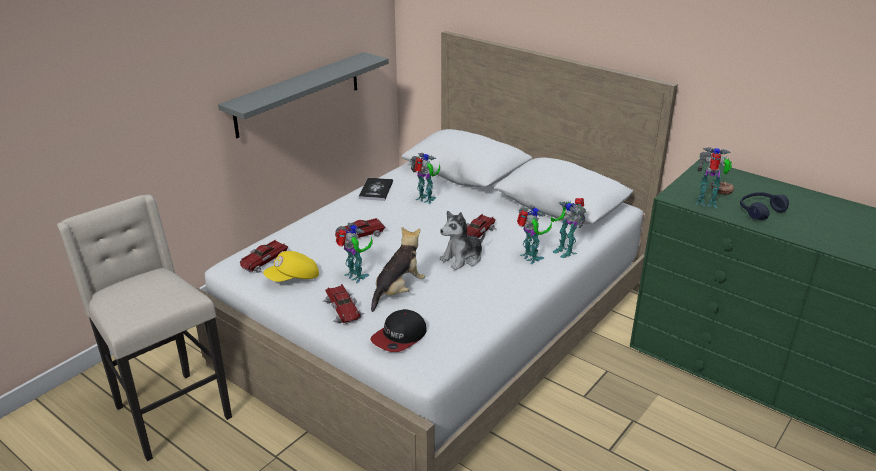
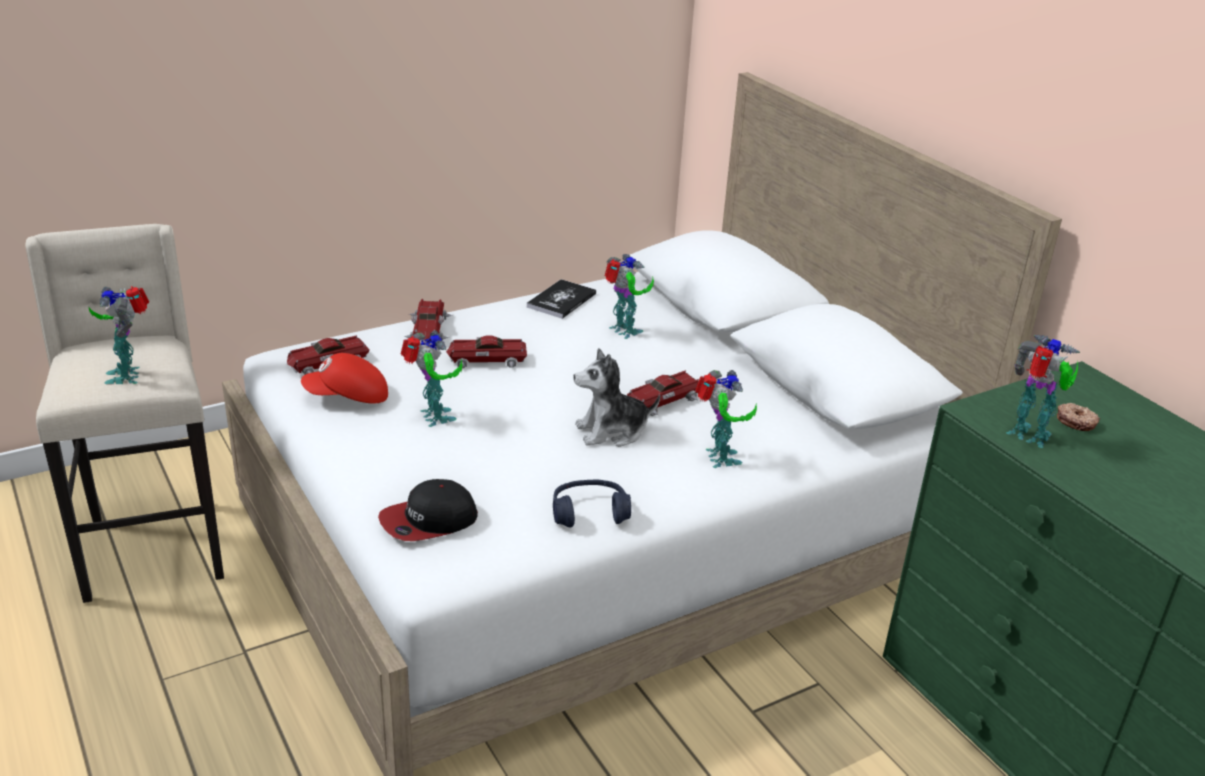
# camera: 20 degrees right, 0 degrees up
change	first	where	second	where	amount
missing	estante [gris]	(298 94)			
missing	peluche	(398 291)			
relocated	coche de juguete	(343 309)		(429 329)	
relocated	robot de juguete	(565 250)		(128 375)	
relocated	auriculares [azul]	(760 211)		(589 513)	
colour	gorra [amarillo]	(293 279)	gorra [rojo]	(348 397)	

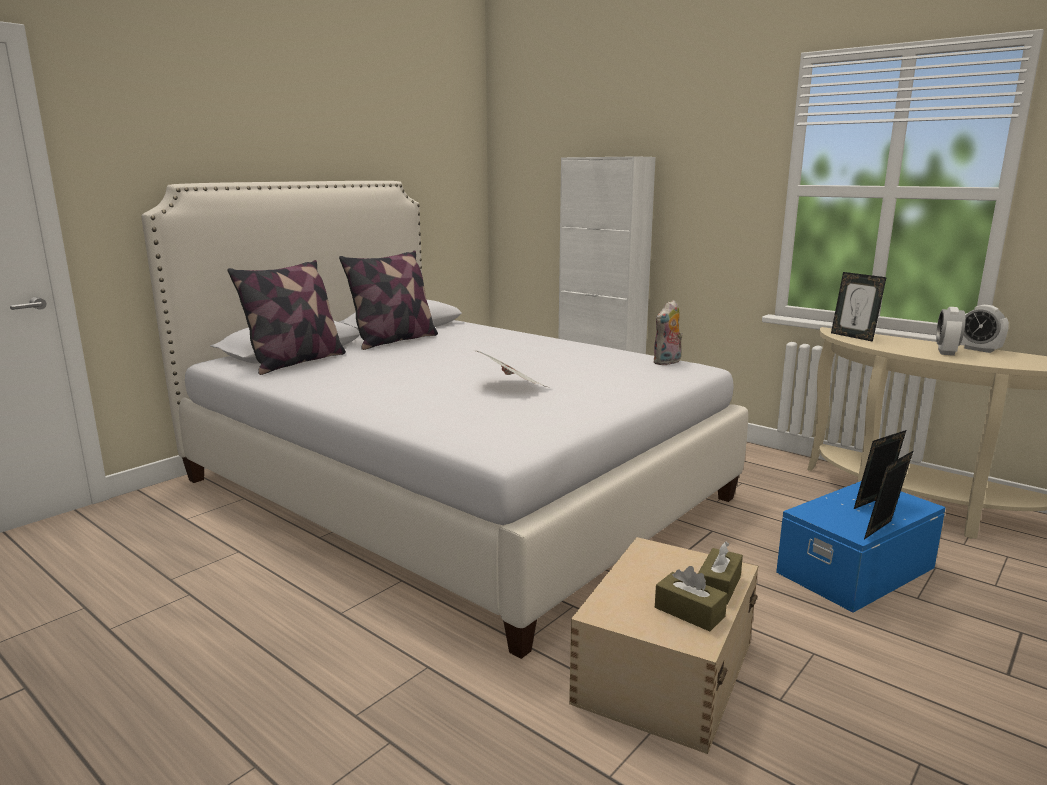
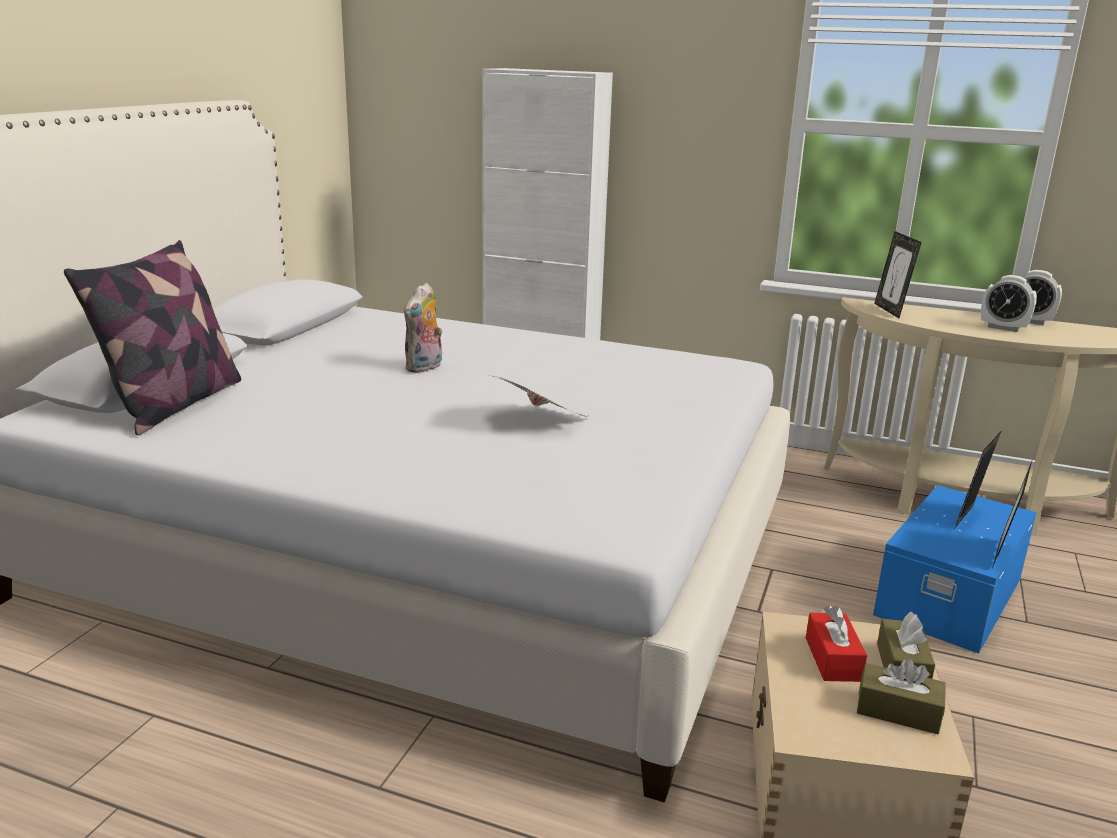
# camera: 20 degrees left, 5 degrees up
change	first	where	second	where	amount
missing	cojín	(394 340)			
appeared			caja de pañuelos [rojo]	(833 659)	
relocated	peluche	(667 362)		(425 367)	
spun	portarretratos	(853 336)		(890 310)	45 degrees clockwise
spun	despertador	(946 352)		(1003 328)	60 degrees counterclockwise

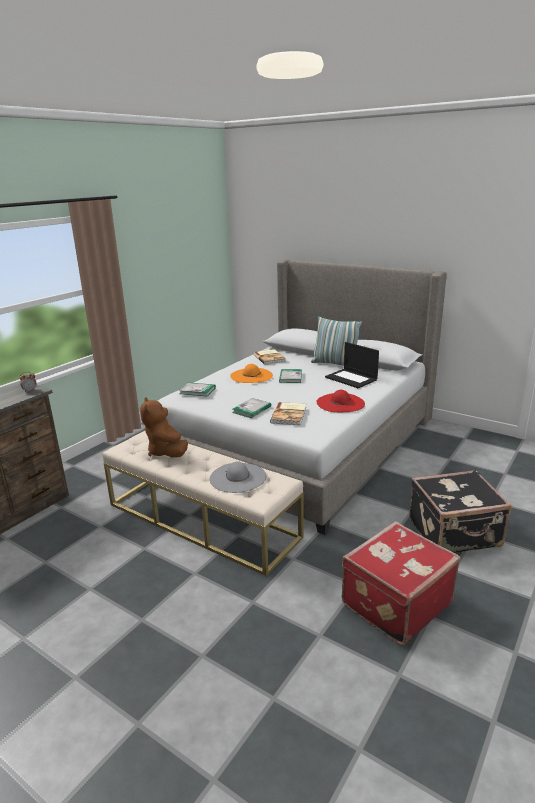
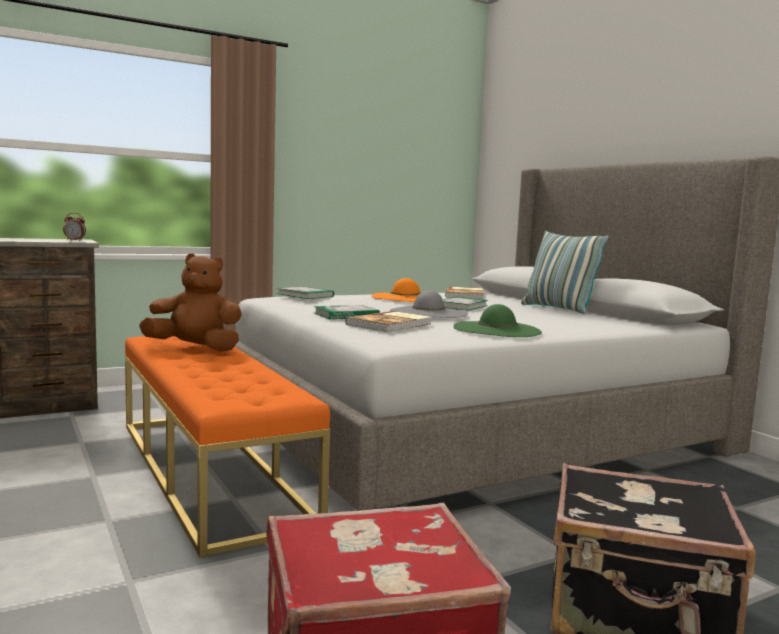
# camera: 25 degrees right, 15 degrees down
change	first	where	second	where	amount
missing	portátil	(351 378)			
relocated	sombrero [gris]	(238 477)		(428 313)	
colour	banco [beis]	(202 520)	banco [naranja]	(209 470)	
colour	sombrero [rojo]	(340 403)	sombrero [verde]	(497 329)	
spun	peluche [marrón]	(167 452)		(195 349)	90 degrees clockwise

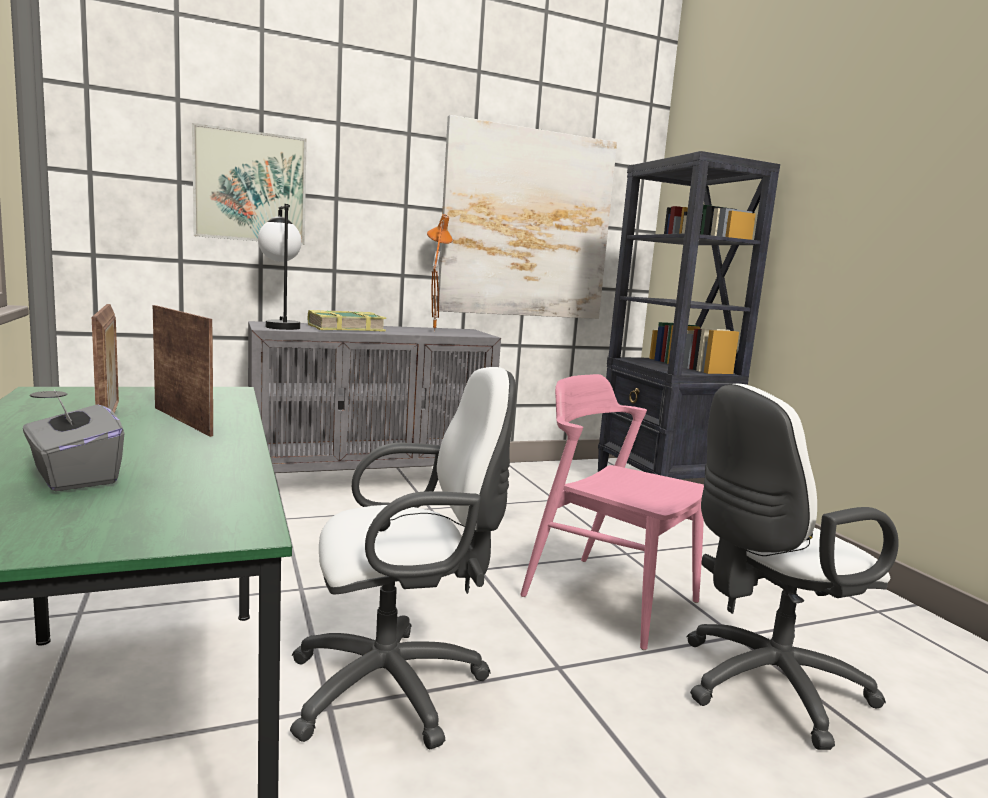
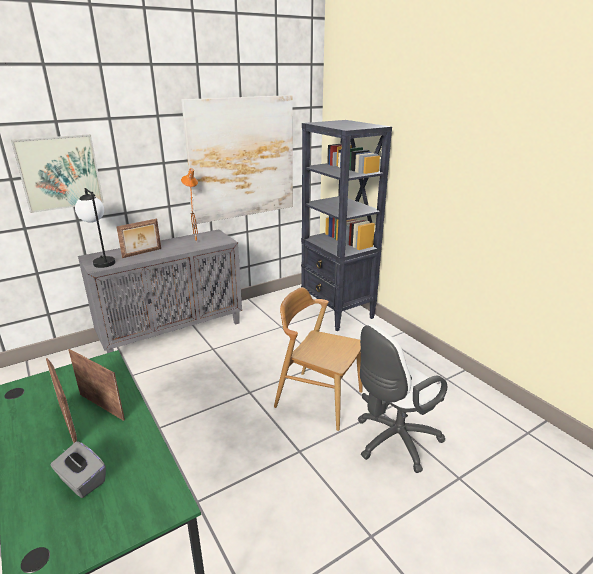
# camera: 10 degrees left, 15 degrees up
change	first	where	second	where	amount
missing	silla de oficina [blanco]	(398 686)			
exchanged	libro	(345 328)	portarretratos	(142 253)	
colour	silla [rosa]	(609 598)	silla [marrón]	(318 399)	

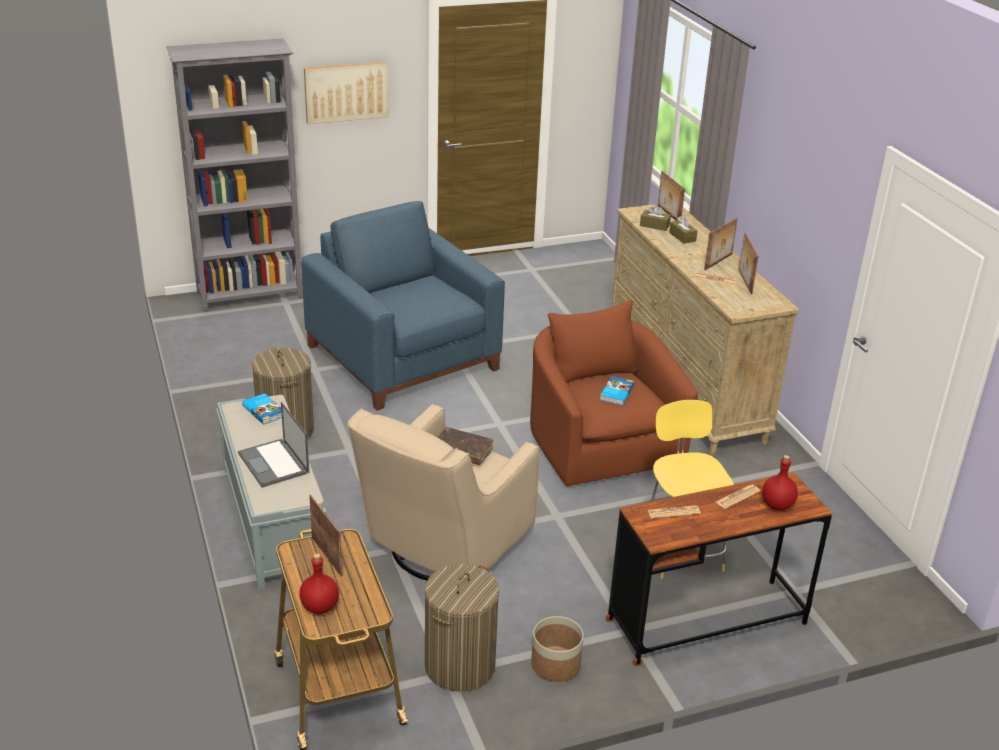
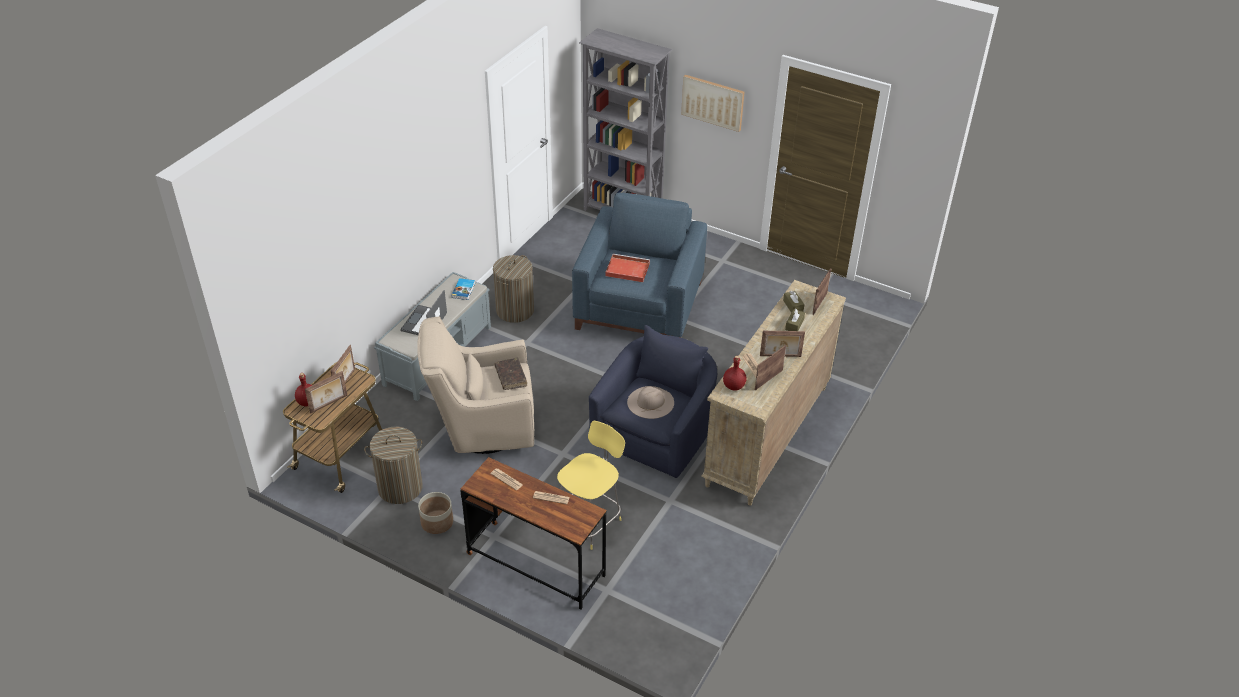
# camera: 50 degrees right, 10 degrees up
change	first	where	second	where	amount
appeared			portarretratos	(329 404)	
appeared			bandeja [rojo]	(626 270)	
relocated	botella [rojo]	(776 505)		(733 386)	
exchanged	libro	(616 393)	sombrero [beis]	(650 402)	
colour	sillón [marrón]	(600 442)	sillón [azul]	(656 431)	

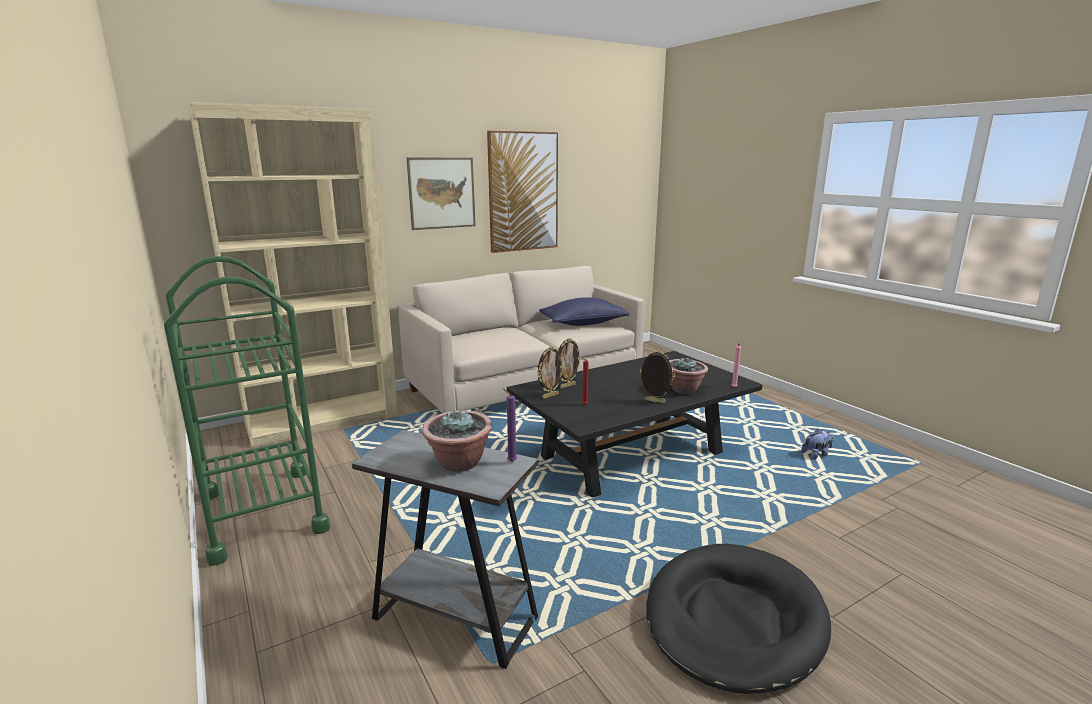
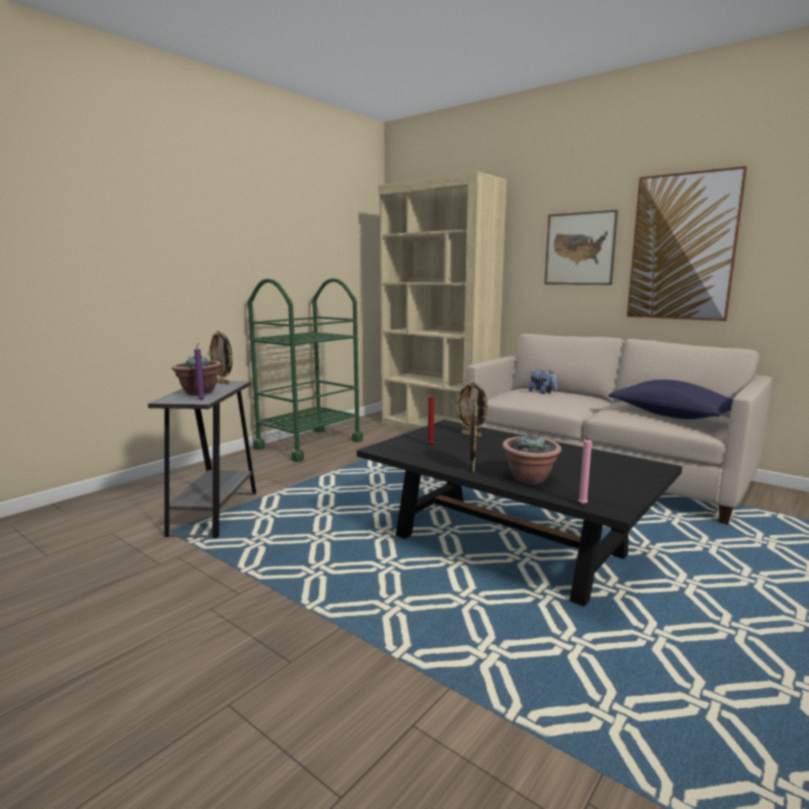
# camera: 70 degrees right, 5 degrees down
change	first	where	second	where	amount
missing	cama para perro [negro]	(733 620)			
relocated	portarretratos	(550 396)		(223 383)	
relocated	peluche	(816 455)		(542 392)	

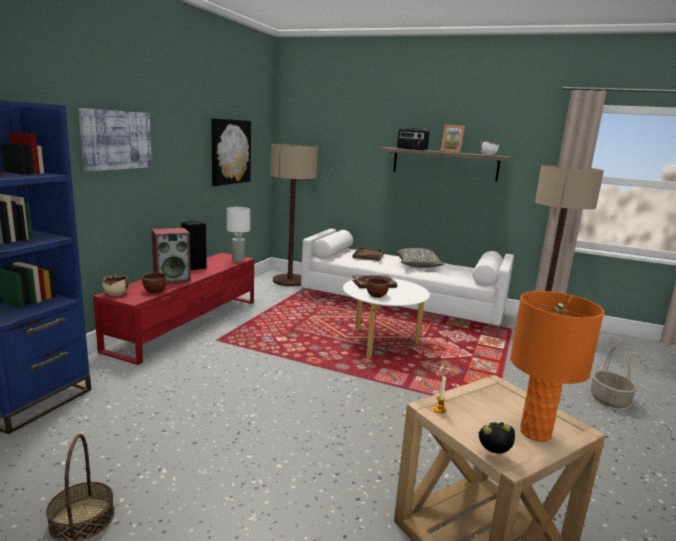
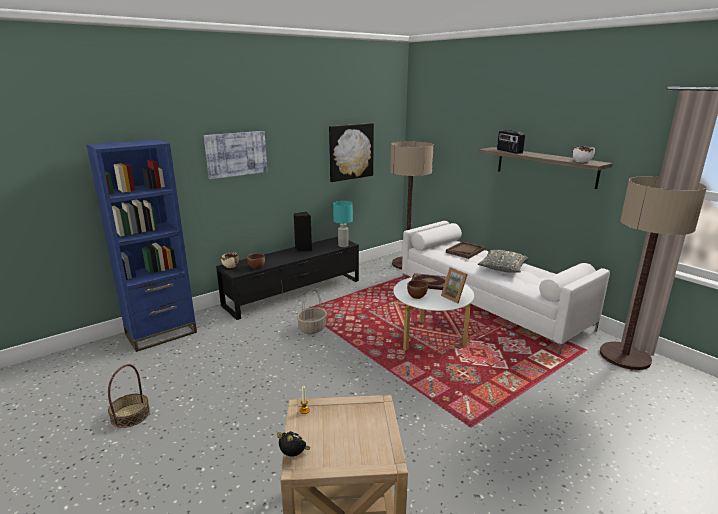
# camera: 30 degrees right, 5 degrees up
change	first	where	second	where	amount
missing	altavoz	(172 279)			
missing	lámpara de mesa [naranja]	(536 433)			
relocated	portarretratos	(451 152)		(454 297)	
relocated	cesta	(610 400)		(312 329)	
colour	mueble de televisión [rojo]	(188 323)	mueble de televisión [negro]	(294 292)	
colour	lámpara de mesa [blanco]	(237 260)	lámpara de mesa [turquesa]	(343 245)	

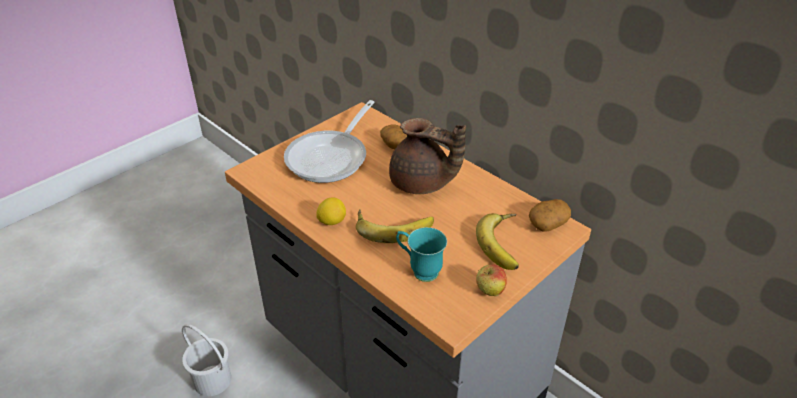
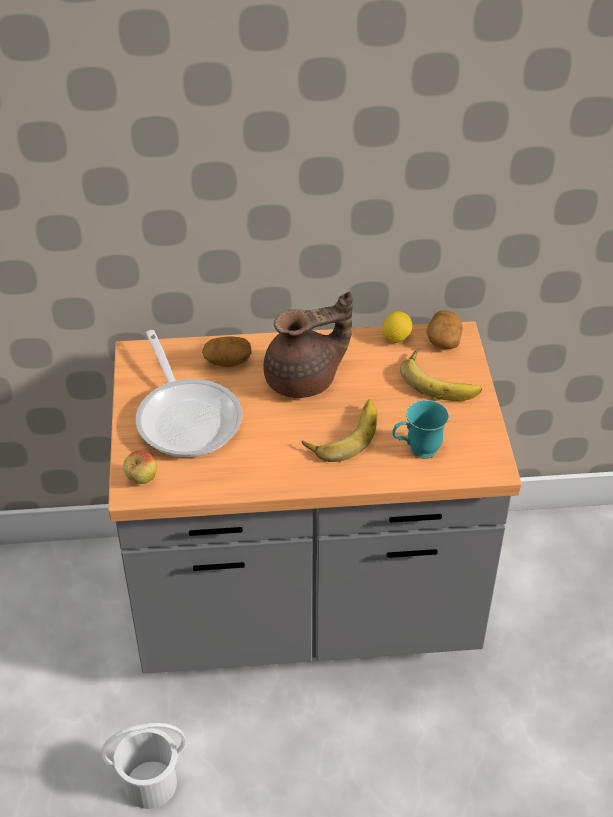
# camera: 50 degrees left, 5 degrees up
change	first	where	second	where	amount
relocated	limón	(332 221)		(396 338)	
relocated	manzana	(489 291)		(141 480)	

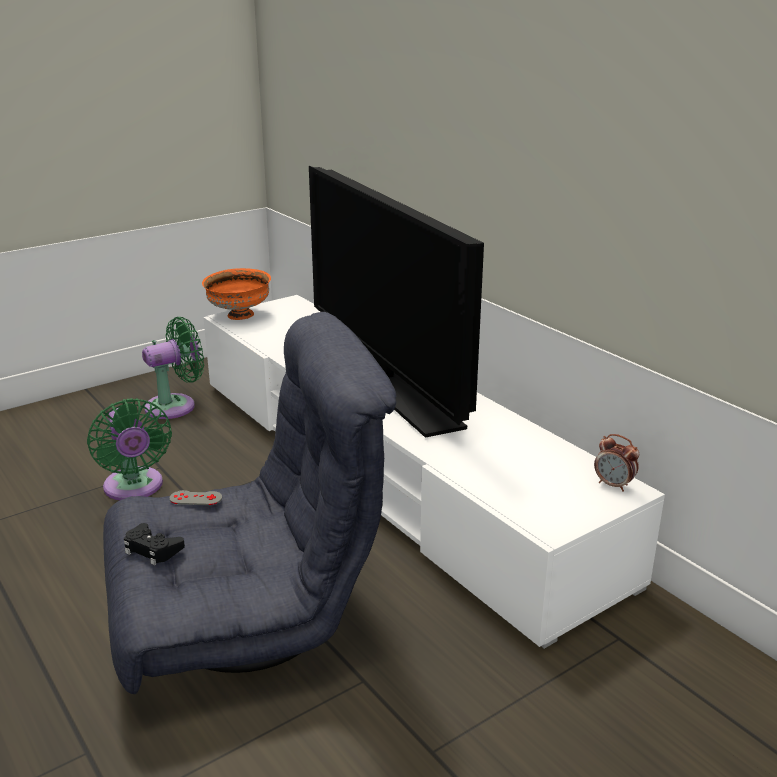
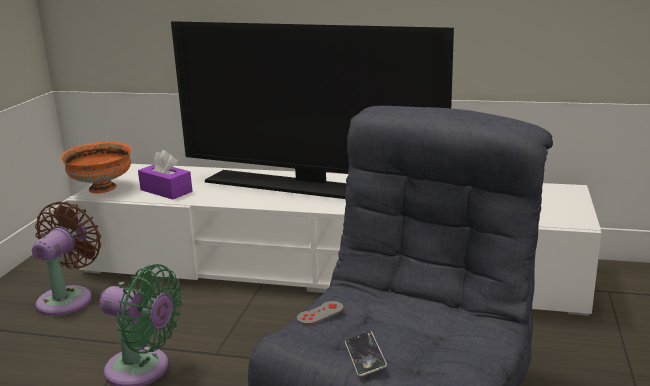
# camera: 40 degrees left, 5 degrees down
change	first	where	second	where	amount
missing	despertador	(613 485)			
appeared			caja de pañuelos [morado]	(166 191)	
exchanged	mando de consola [negro]	(152 549)	móvil	(365 357)	
colour	ventilador [verde]	(175 406)	ventilador [marrón]	(68 298)	

